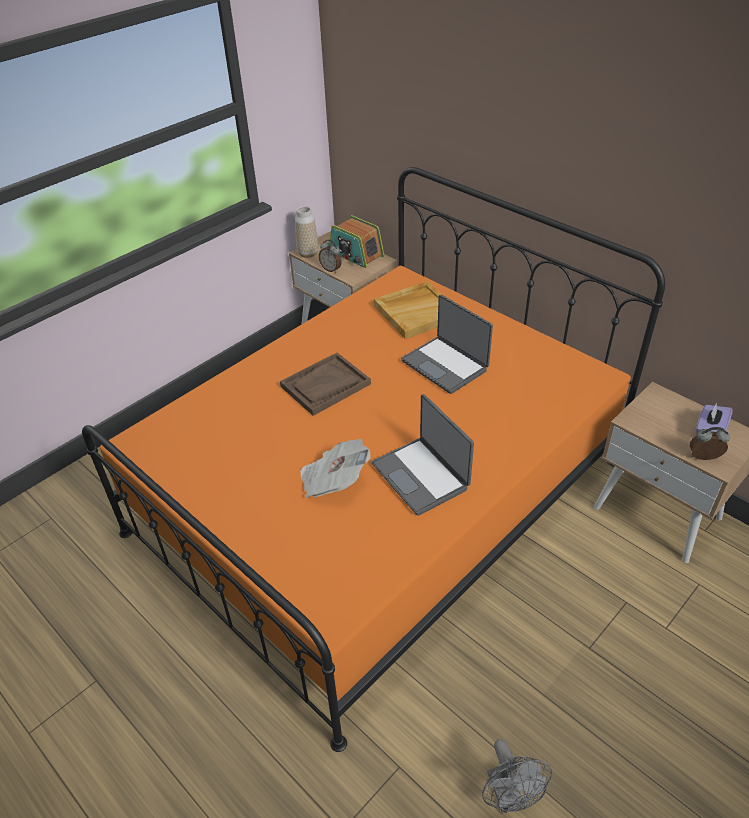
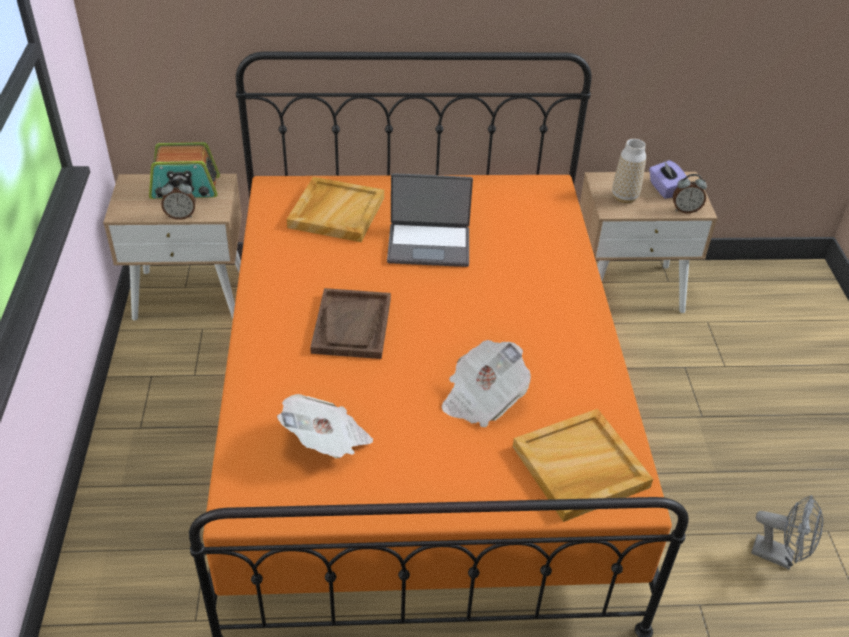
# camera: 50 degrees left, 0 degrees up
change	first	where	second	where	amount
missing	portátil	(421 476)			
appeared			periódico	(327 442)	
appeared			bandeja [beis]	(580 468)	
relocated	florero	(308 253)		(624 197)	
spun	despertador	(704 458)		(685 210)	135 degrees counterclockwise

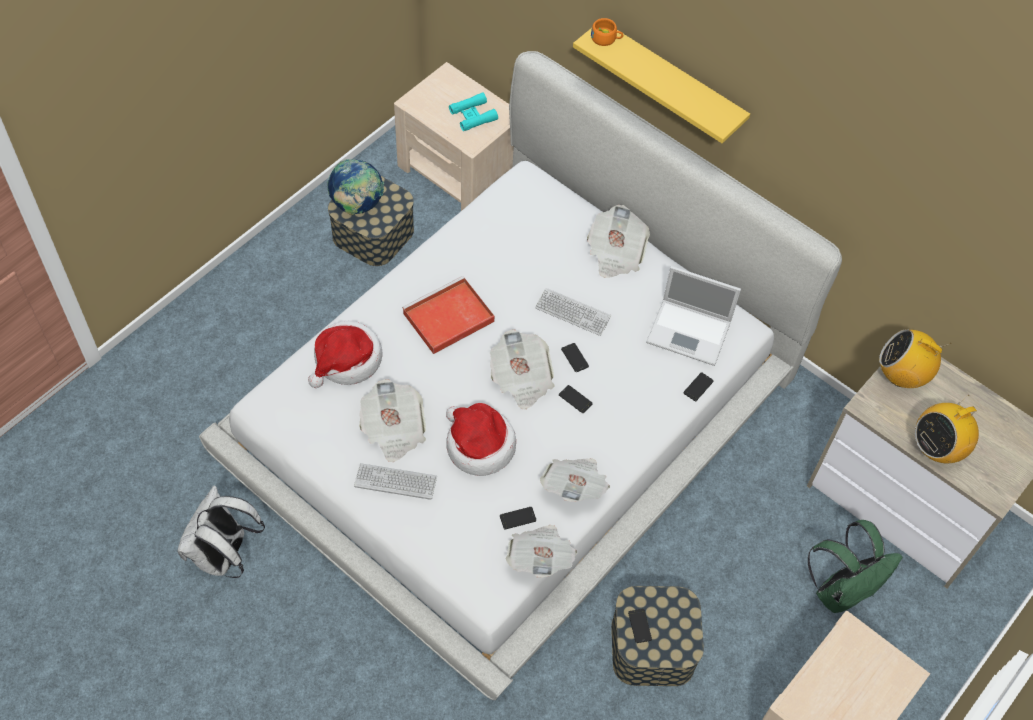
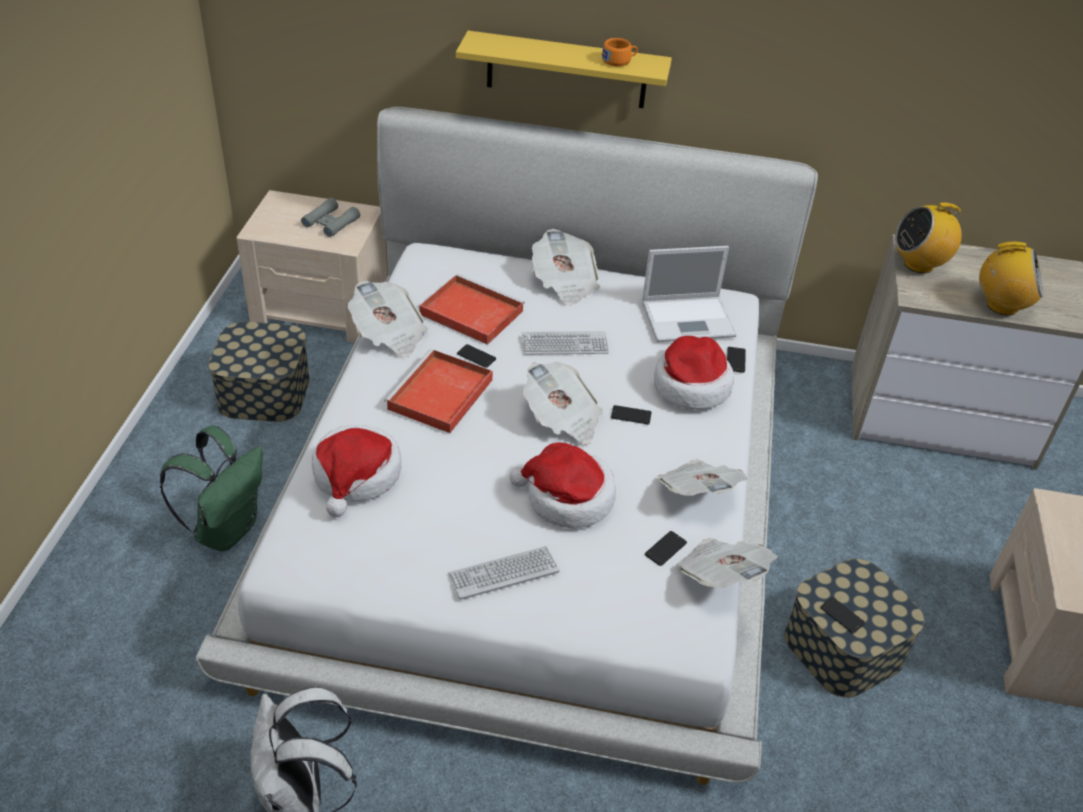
# camera: 30 degrees left, 15 degrees down
change	first	where	second	where	amount
missing	globo terráqueo	(357 205)			
appeared			bandeja [rojo]	(469 312)	
appeared			sombrero	(690 385)	
relocated	periódico	(393 430)		(389 335)	
relocated	móvil	(575 357)		(476 356)	
relocated	taza [naranja]	(606 39)		(619 61)	
relocated	mochila [verde]	(841 590)		(226 529)	
colour	prismáticos [turquesa]	(473 115)	prismáticos [gris]	(331 222)	
spun	radio	(937 448)		(1001 306)	105 degrees counterclockwise

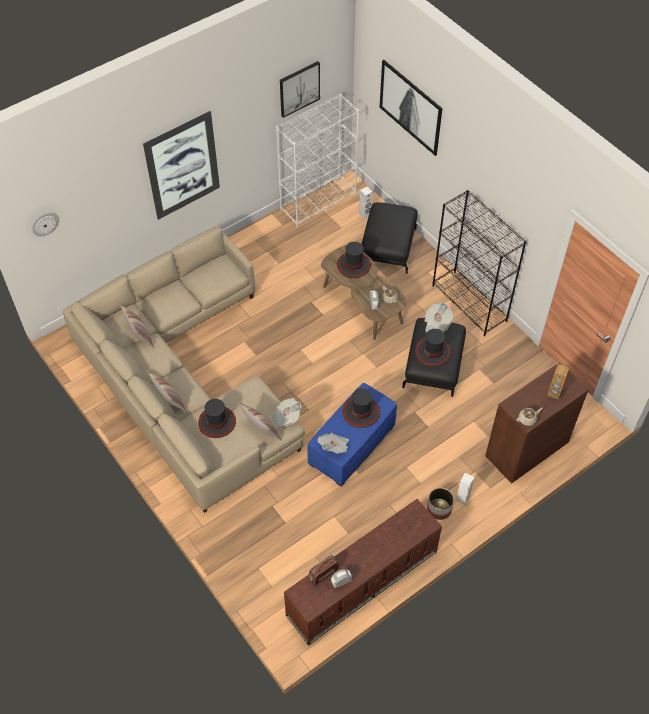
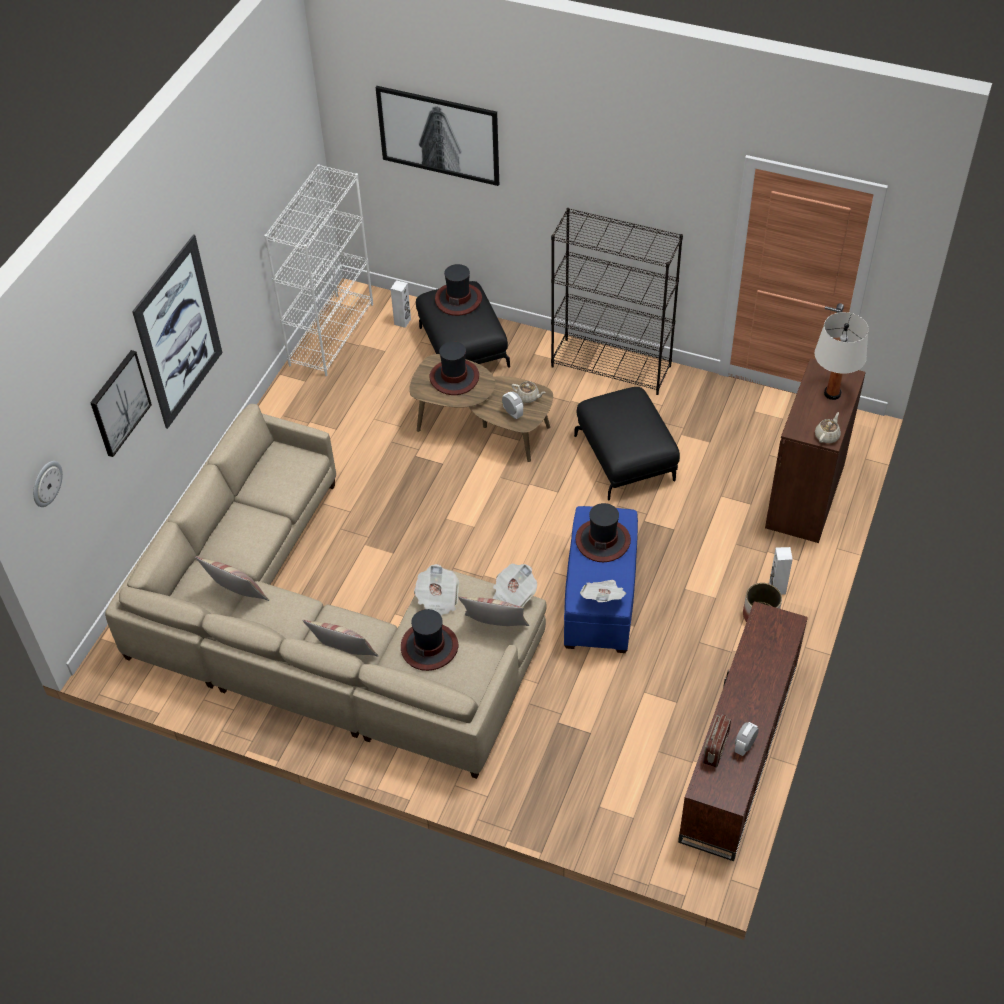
# camera: 30 degrees left, 5 degrees down
change	first	where	second	where	amount
relocated	cuadro	(299 88)		(119 403)	
relocated	sombrero	(433 352)		(458 299)	
relocated	periódico	(436 324)		(437 600)	
exchanged	altavoz [marrón]	(554 393)	lámpara de mesa [blanco]	(832 393)	

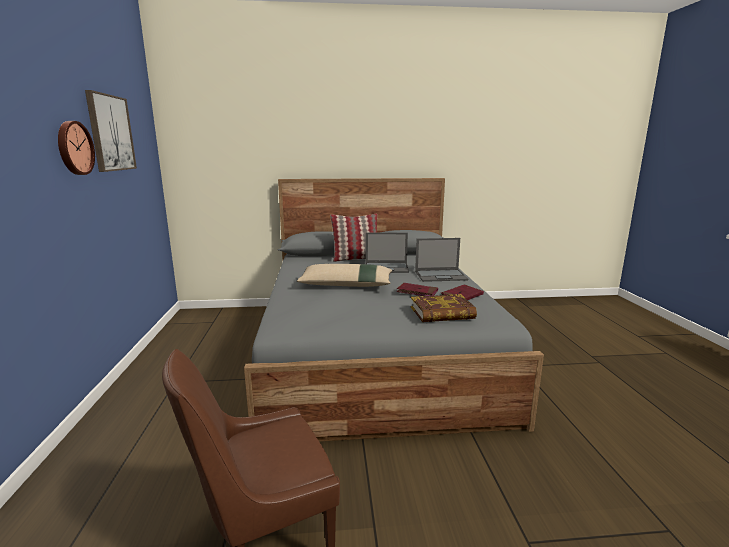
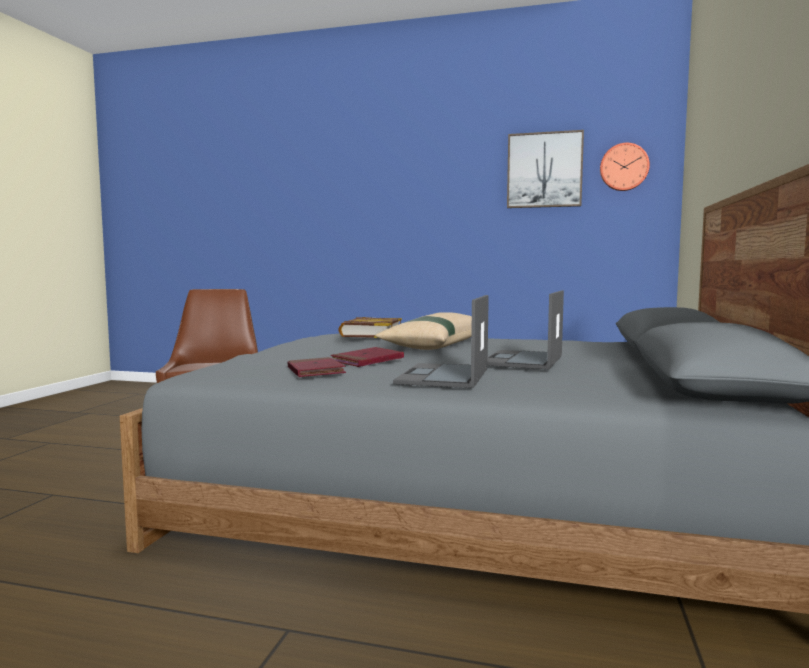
# camera: 110 degrees right, 10 degrees down
change	first	where	second	where	amount
missing	cojín	(355 259)			
relocated	reloj de pared	(74 148)		(624 167)	
relocated	libro	(442 313)		(371 334)	

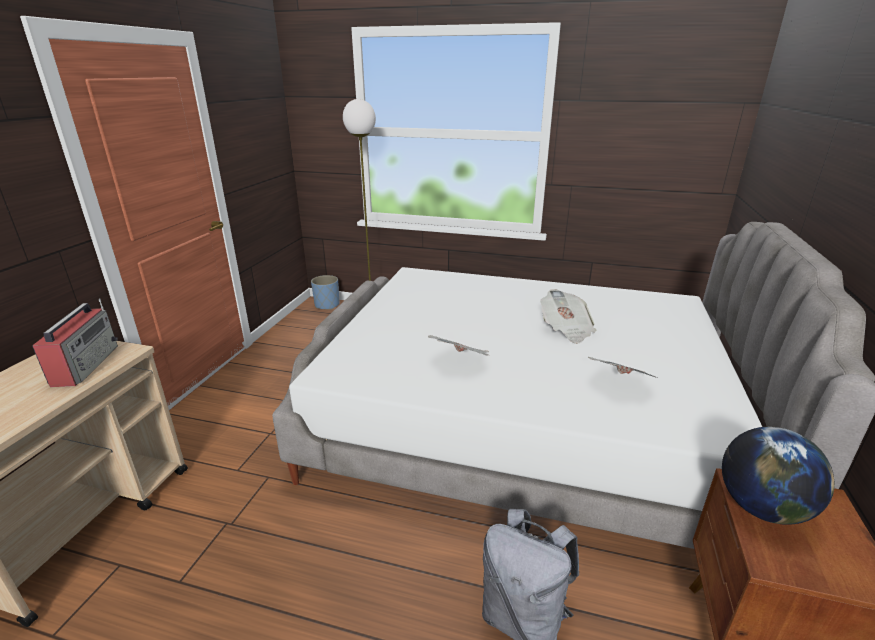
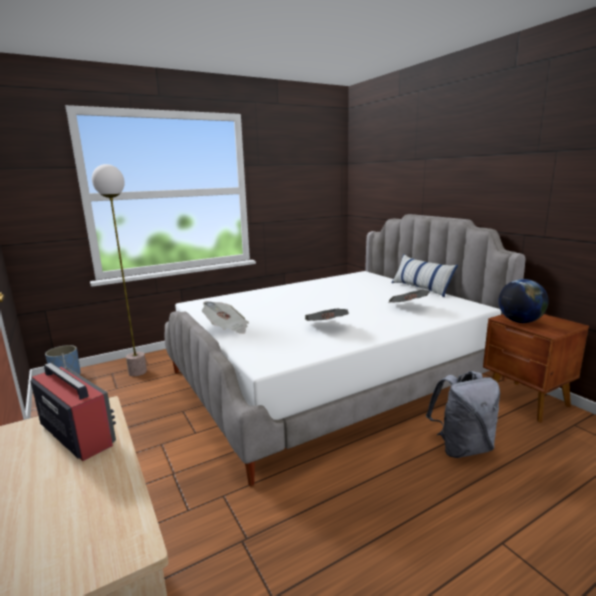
# camera: 45 degrees left, 10 degrees down
change	first	where	second	where	amount
appeared			cojín	(421 288)	
relocated	periódico	(566 329)		(227 329)	

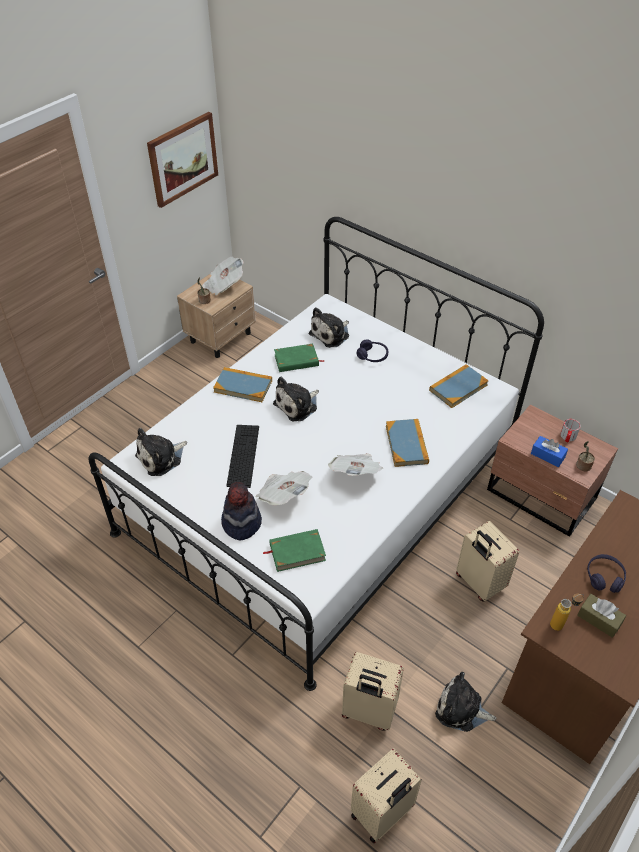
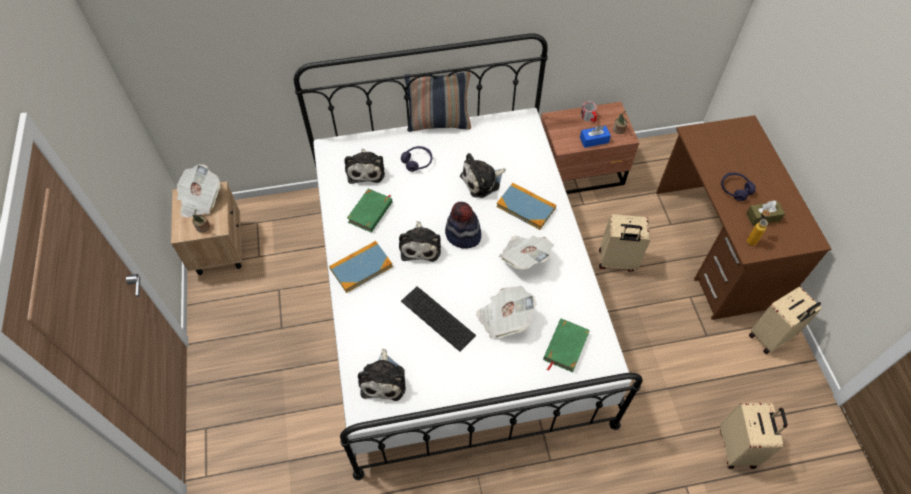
# camera: 50 degrees left, 10 degrees up
change	first	where	second	where	amount
missing	cuadro	(183 159)			
missing	libro	(458 387)			
appeared			cojín	(439 123)	
relocated	sombrero	(241 523)		(463 235)	
relocated	maleta [beis]	(368 711)		(771 337)	
relocated	peluche	(461 709)		(482 181)	

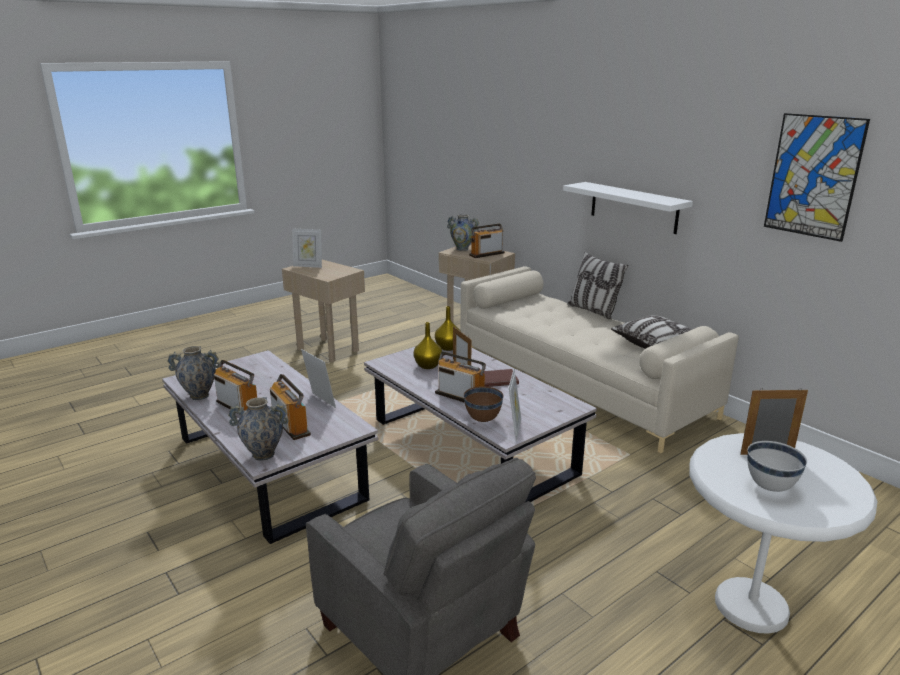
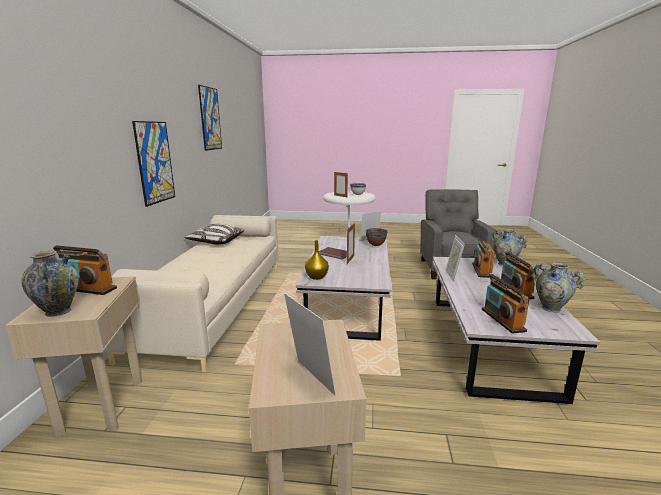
# camera: 135 degrees left, 5 degrees down
change	first	where	second	where	amount
missing	florero [amarillo]	(428 366)			
missing	cojín	(593 311)			
relocated	radio	(460 397)		(502 320)	
exchanged	estante [blanco]	(633 207)	cuadro	(155 162)	

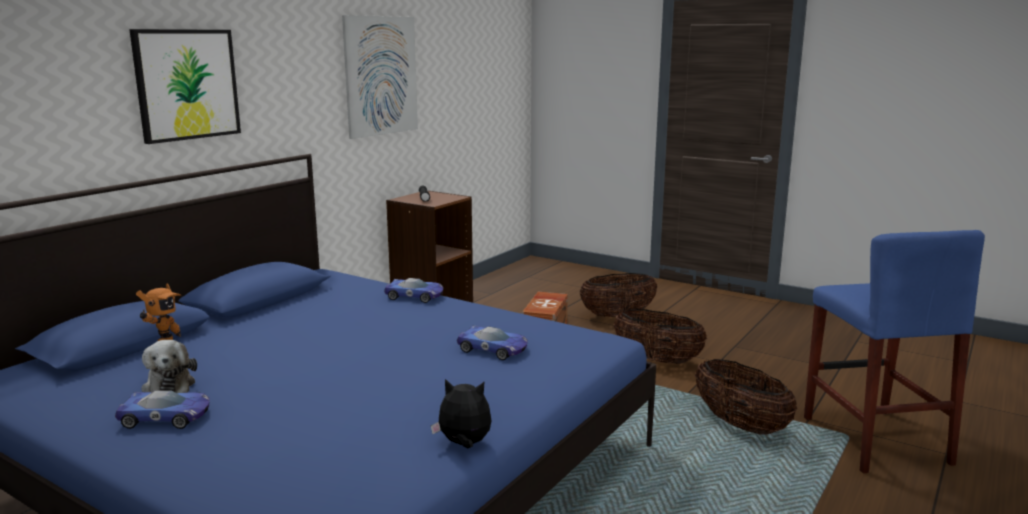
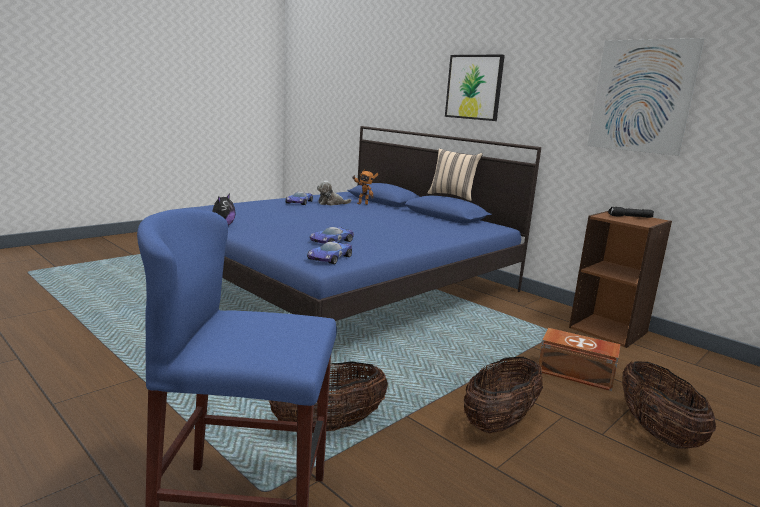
# camera: 100 degrees right, 0 degrees up
change	first	where	second	where	amount
appeared			cojín [beis]	(452 196)	
relocated	coche de juguete	(415 296)		(329 258)	

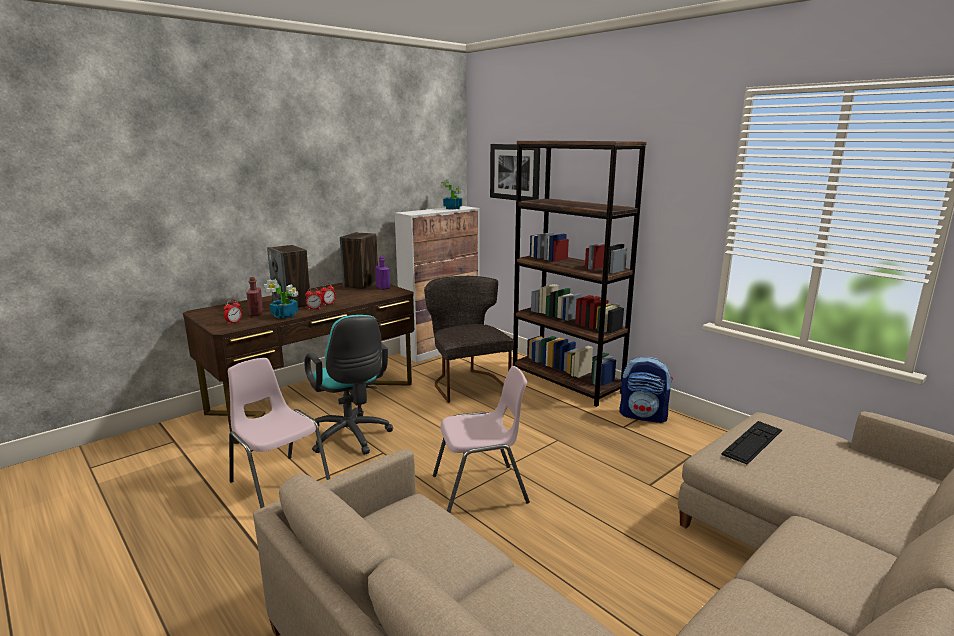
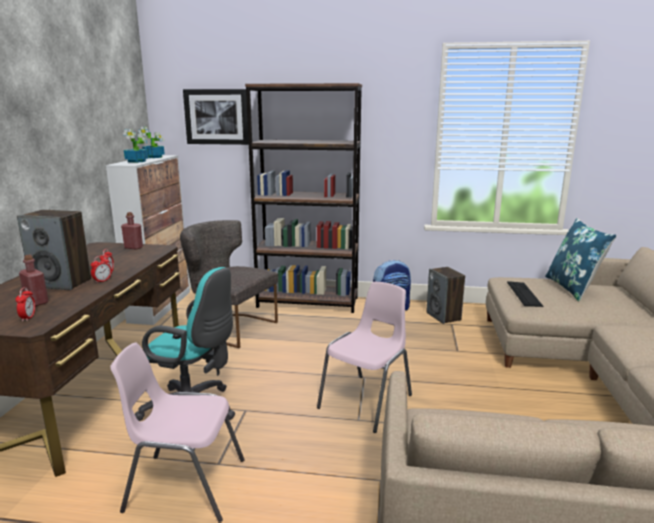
# camera: 40 degrees left, 0 degrees up
change	first	where	second	where	amount
appeared			cojín [azul]	(573 288)	
relocated	planta en maceta	(285 315)		(137 161)	
relocated	altavoz	(361 285)		(444 316)	
colour	botella [morado]	(383 287)	botella [rojo]	(133 247)	

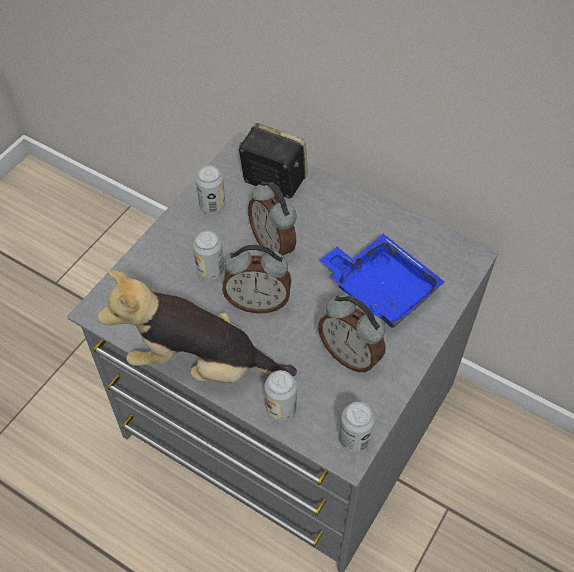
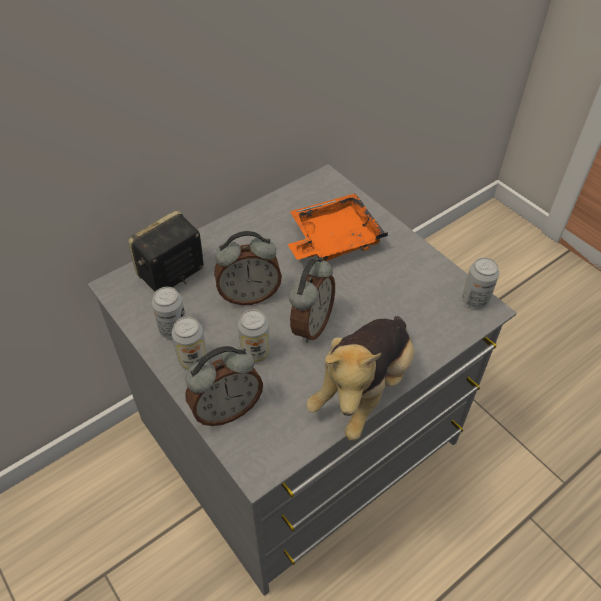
# camera: 70 degrees left, 5 degrees down
change	first	where	second	where	amount
relocated	lata	(281 409)		(193 360)	
relocated	despertador	(350 355)		(226 409)	
colour	bandeja [azul]	(381 288)	bandeja [naranja]	(333 239)	

